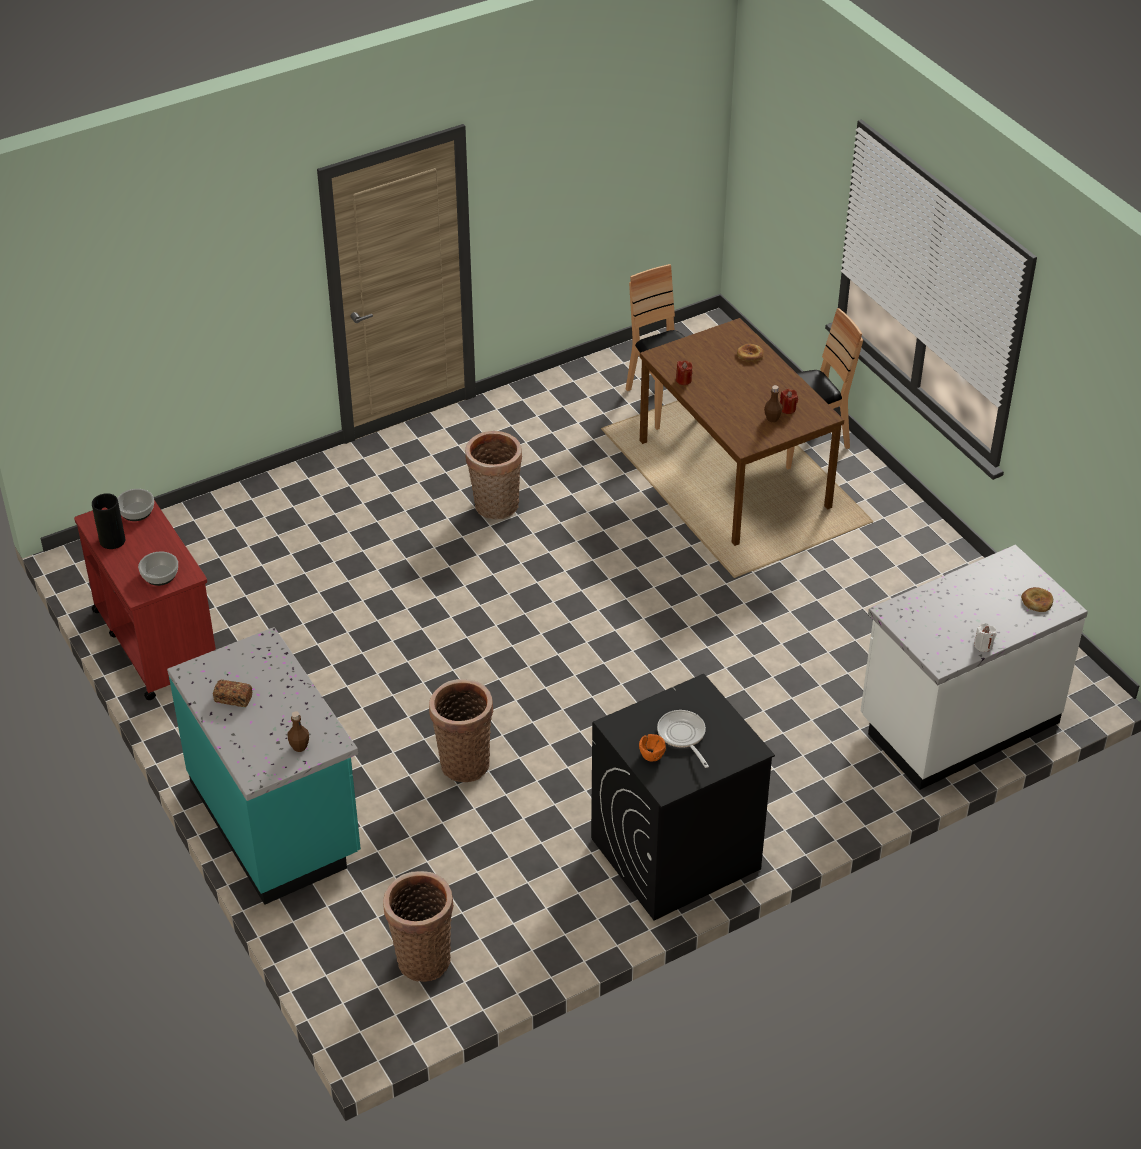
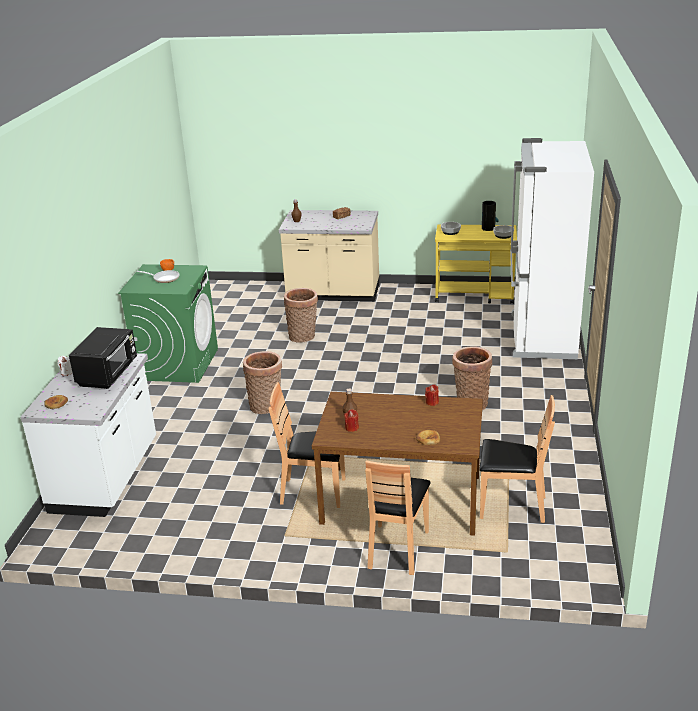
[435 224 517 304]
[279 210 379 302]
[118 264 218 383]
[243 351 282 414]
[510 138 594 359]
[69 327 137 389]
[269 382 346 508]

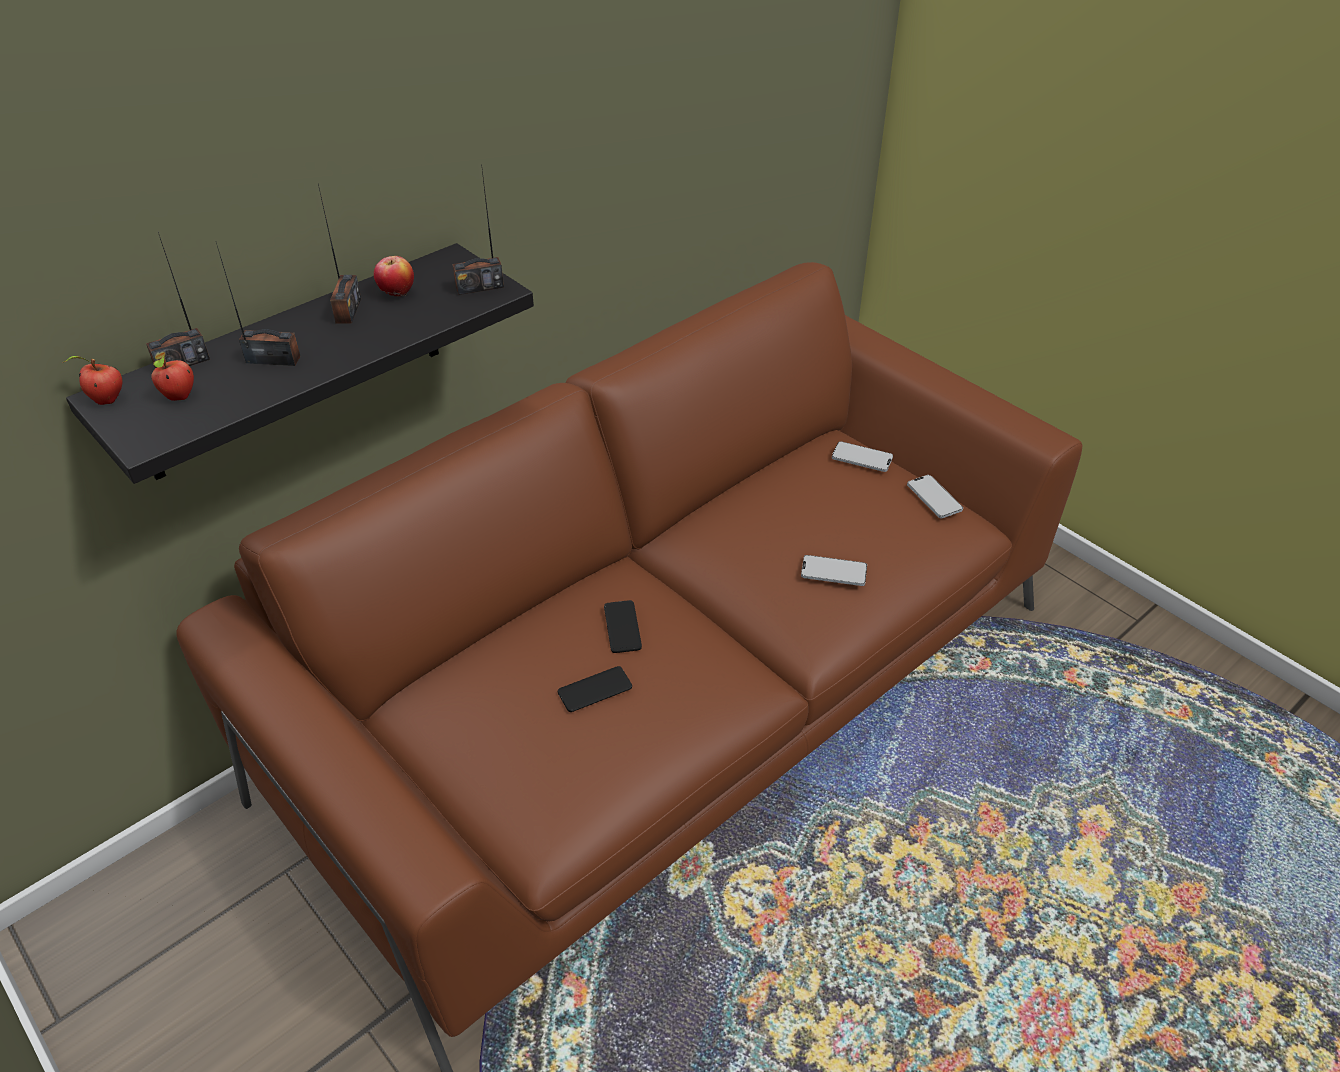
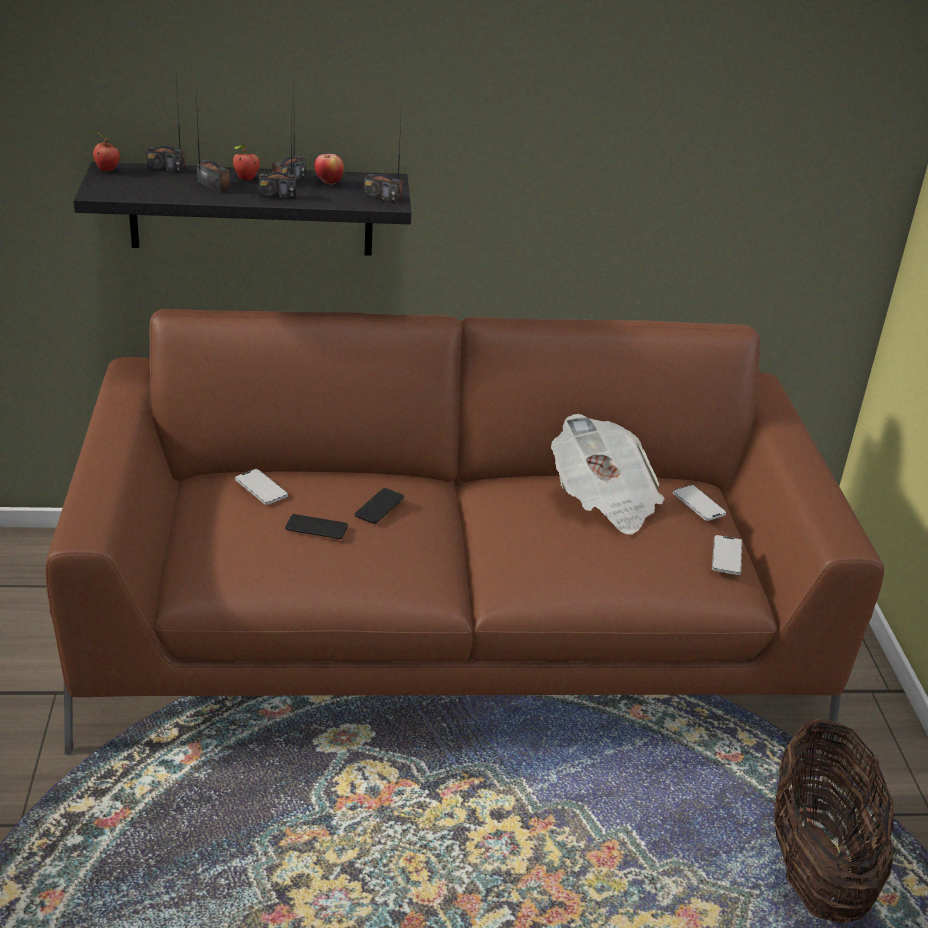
[233 145 260 181]
[235 469 288 505]
[259 105 296 199]
[551 414 665 535]
[774 719 894 924]

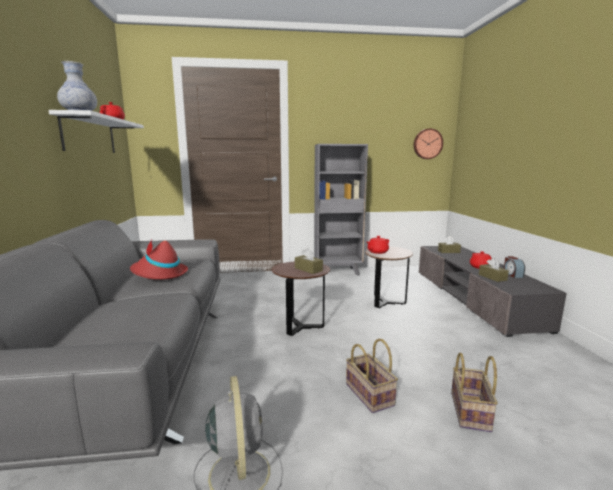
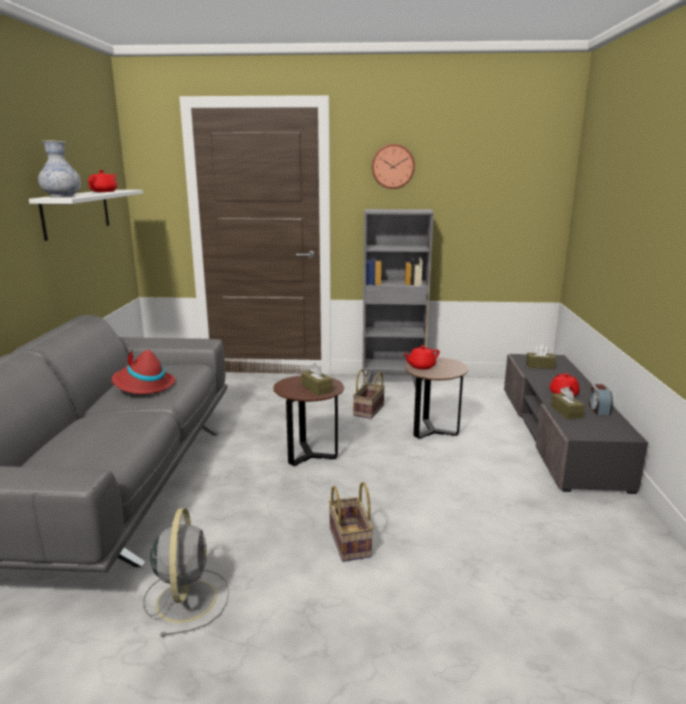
[372 144 415 189]
[353 369 385 419]

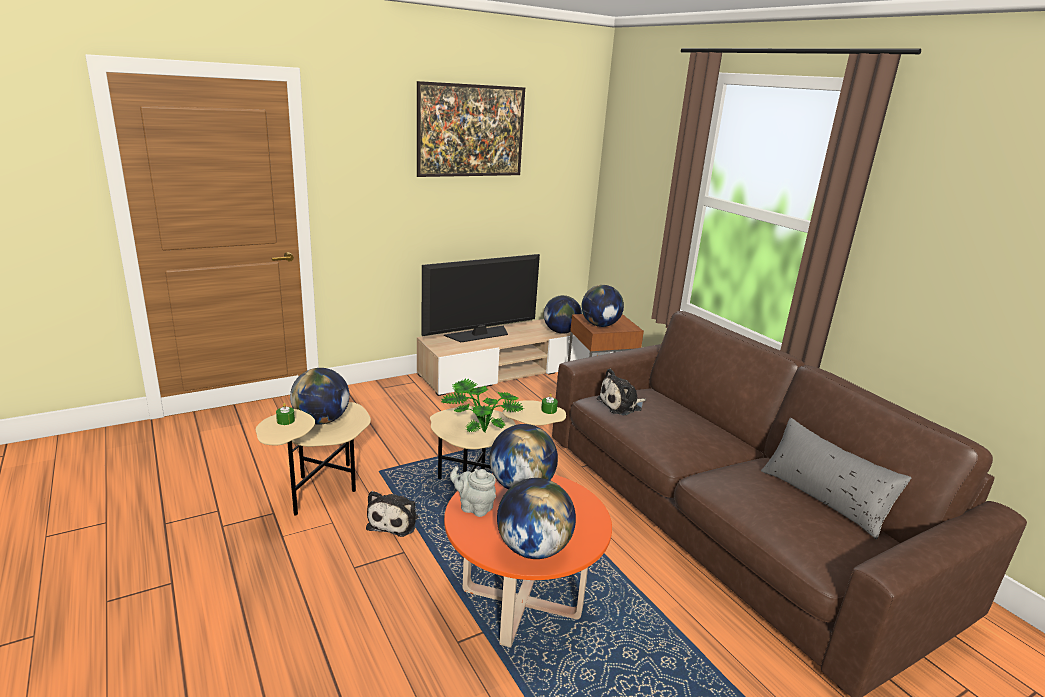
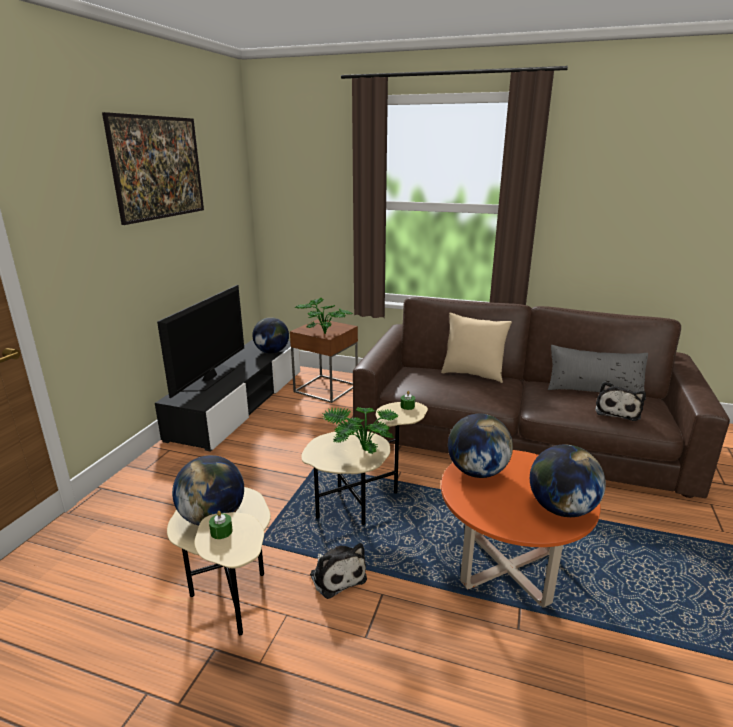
[294 298 353 333]
[155 340 300 452]
[595 381 646 421]
[450 466 496 517] (first image)
[441 313 512 383]

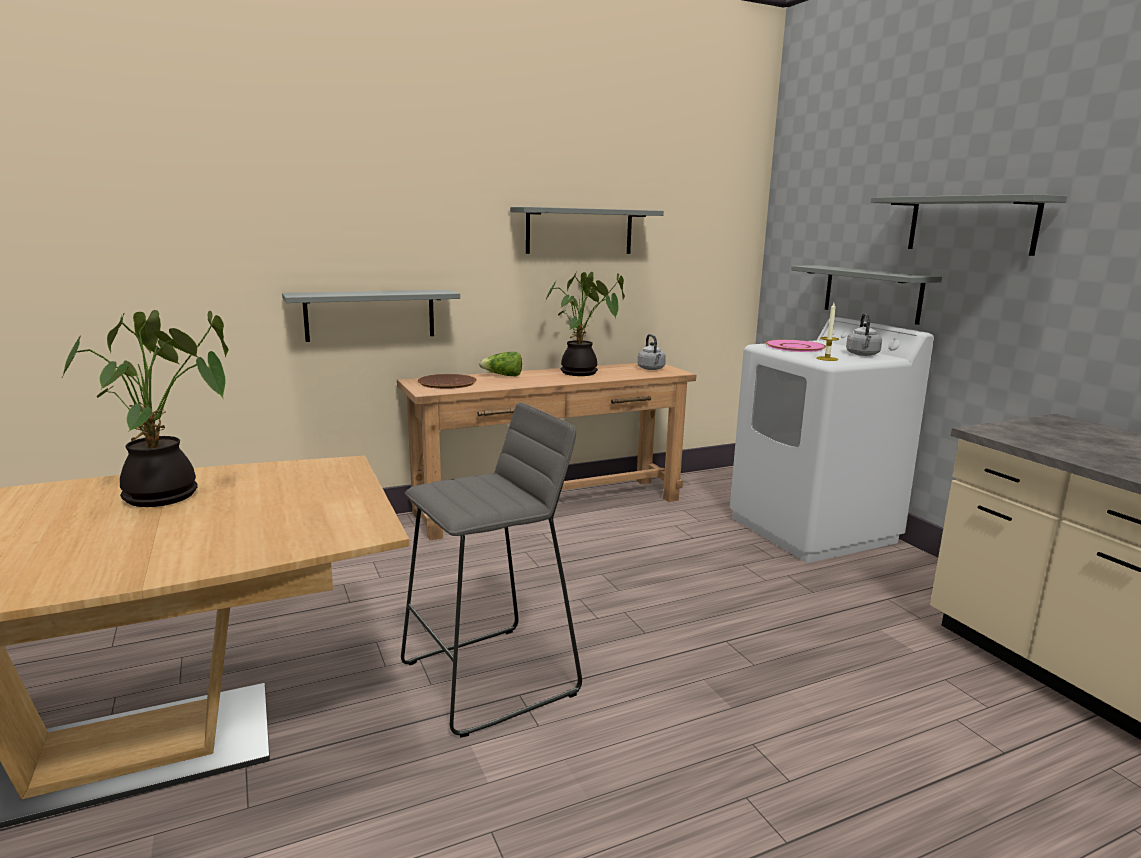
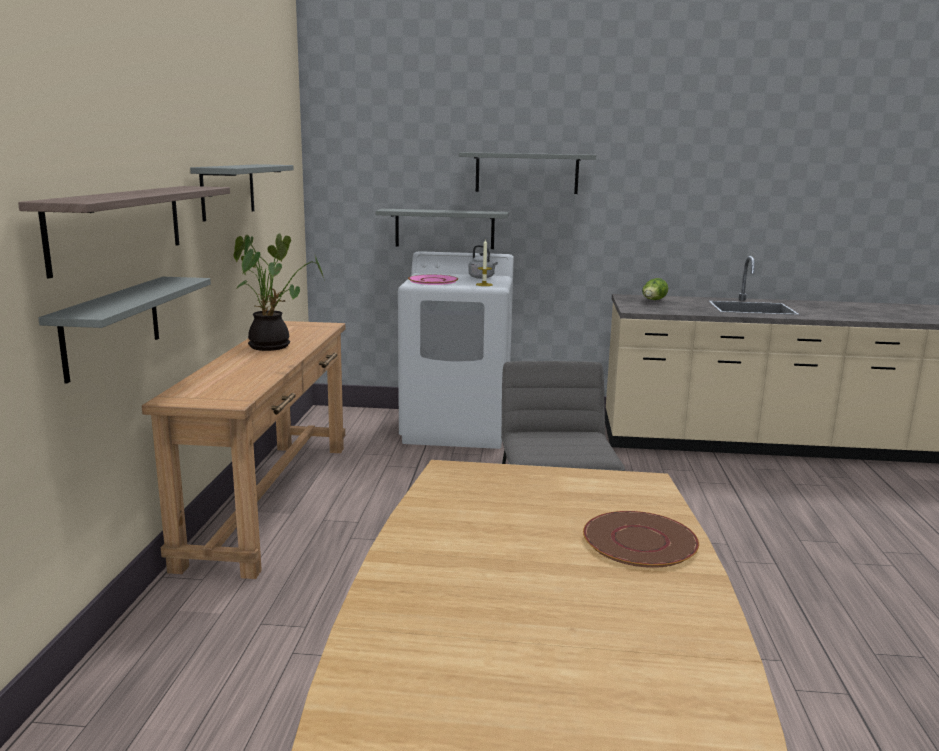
[61 310 229 507] (first image)
[638 334 666 370] (first image)
[642 278 668 300]
[583 511 699 568]
[18 186 230 278]

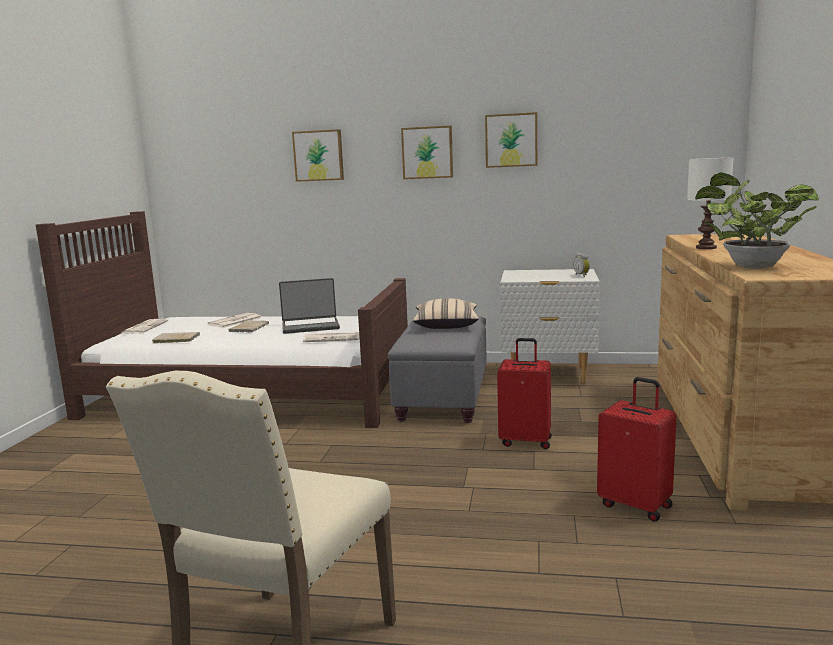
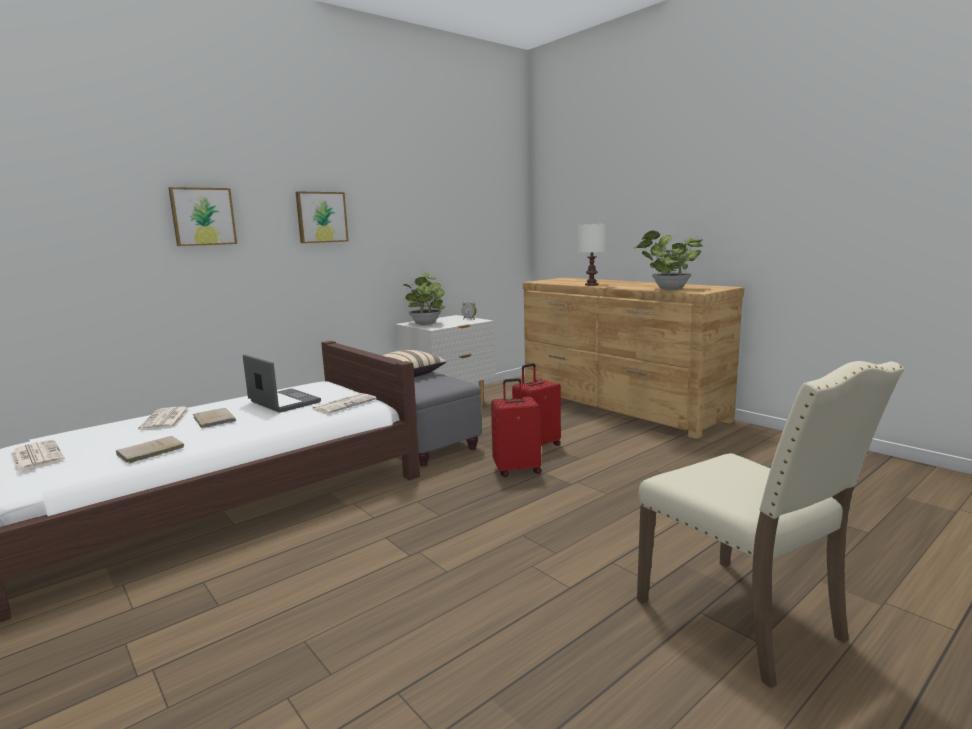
[485 112 537 168] (first image)
[243 355 321 413]
[491 378 542 477]
[403 272 445 325]

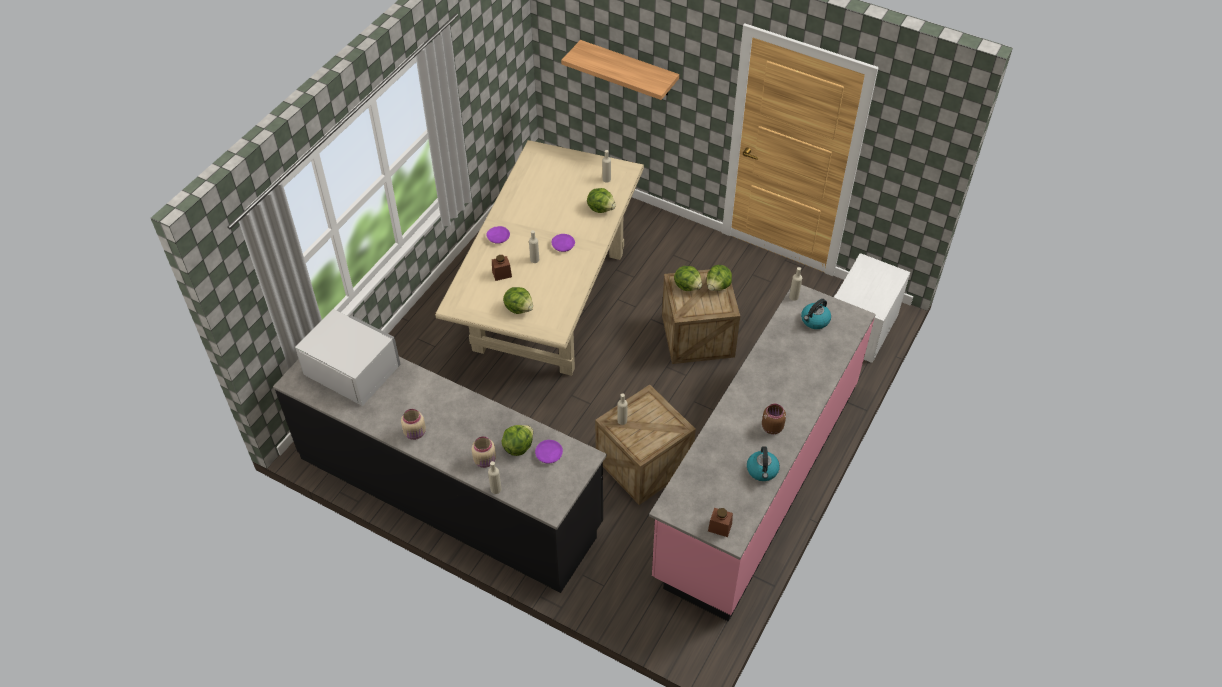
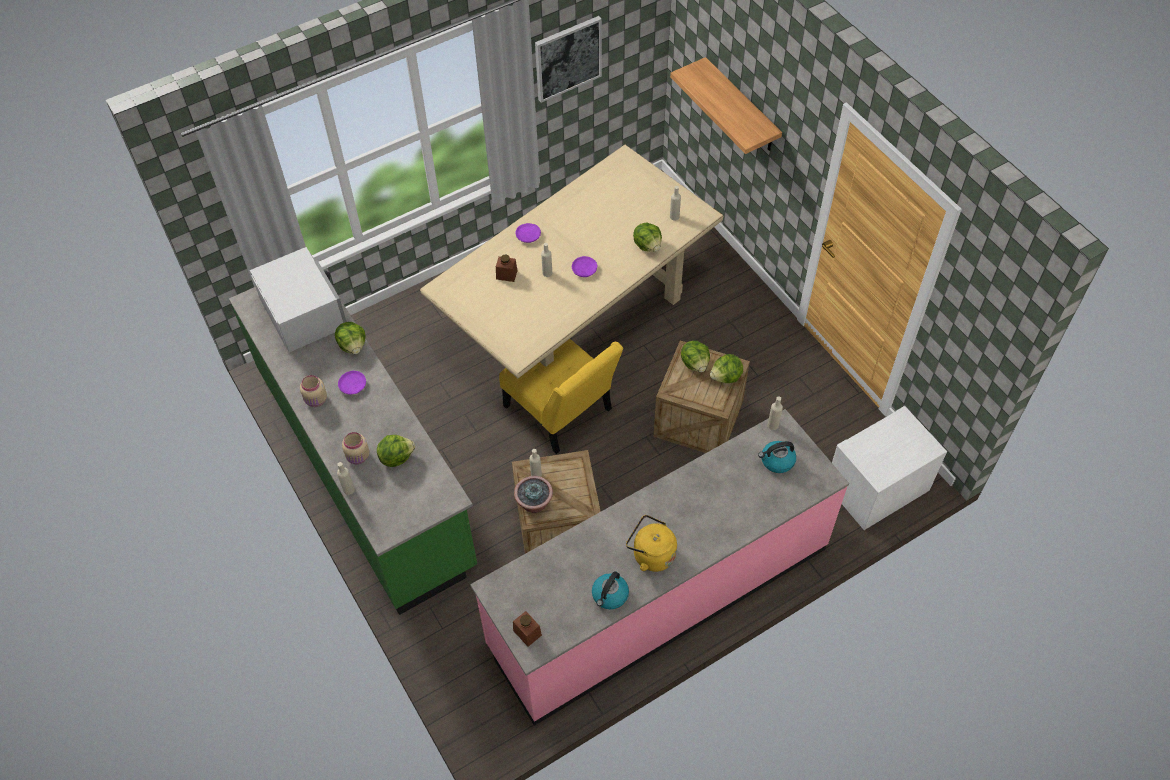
[335 322 365 354]
[229 287 477 615]
[626 515 677 572]
[338 371 366 395]
[535 16 602 103]
[499 339 623 454]
[514 476 553 513]

